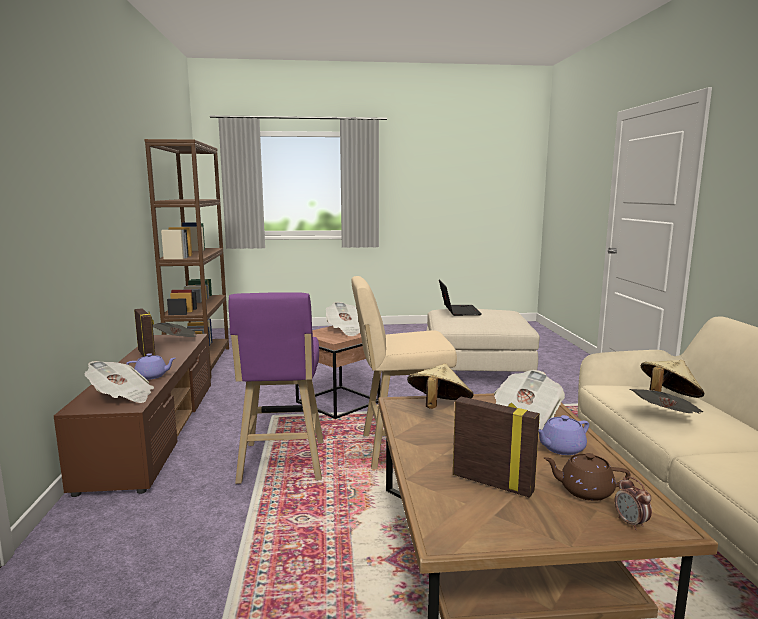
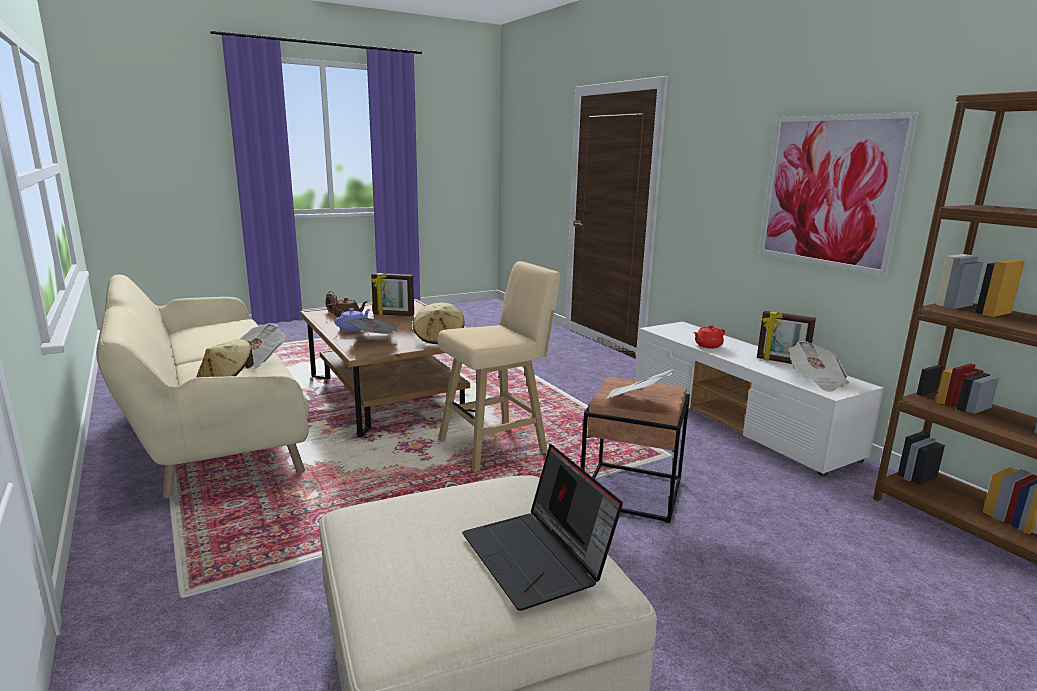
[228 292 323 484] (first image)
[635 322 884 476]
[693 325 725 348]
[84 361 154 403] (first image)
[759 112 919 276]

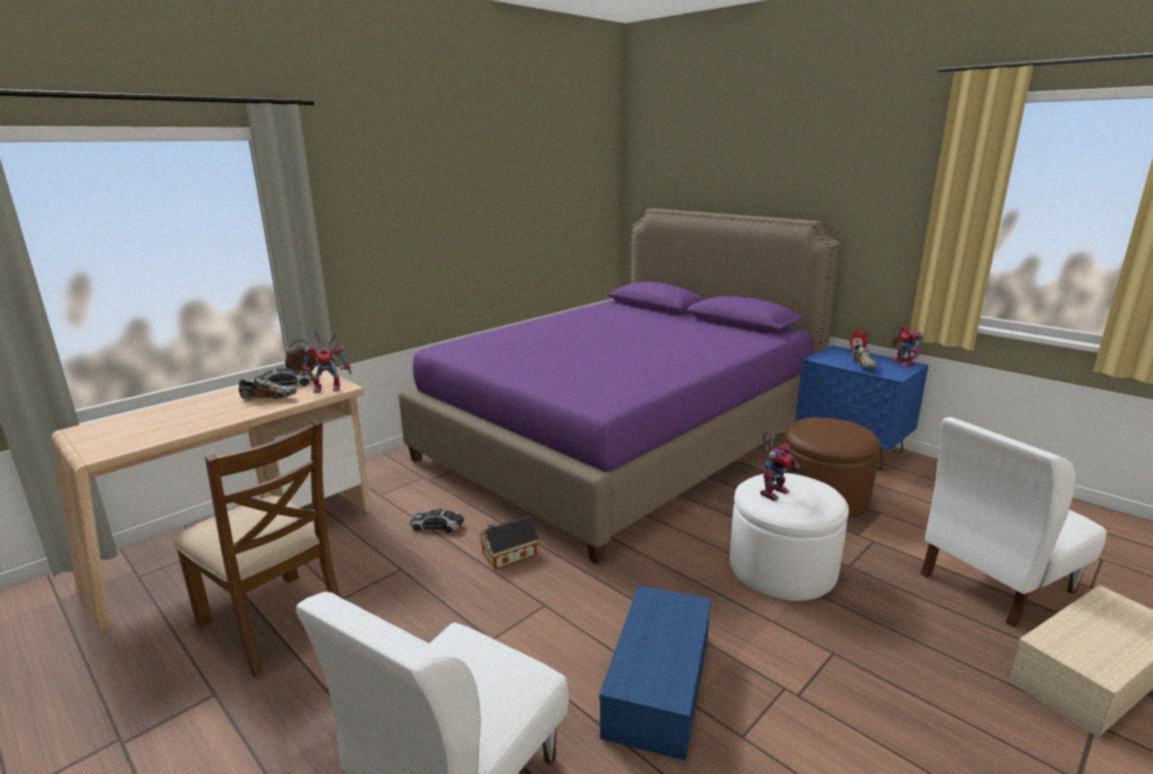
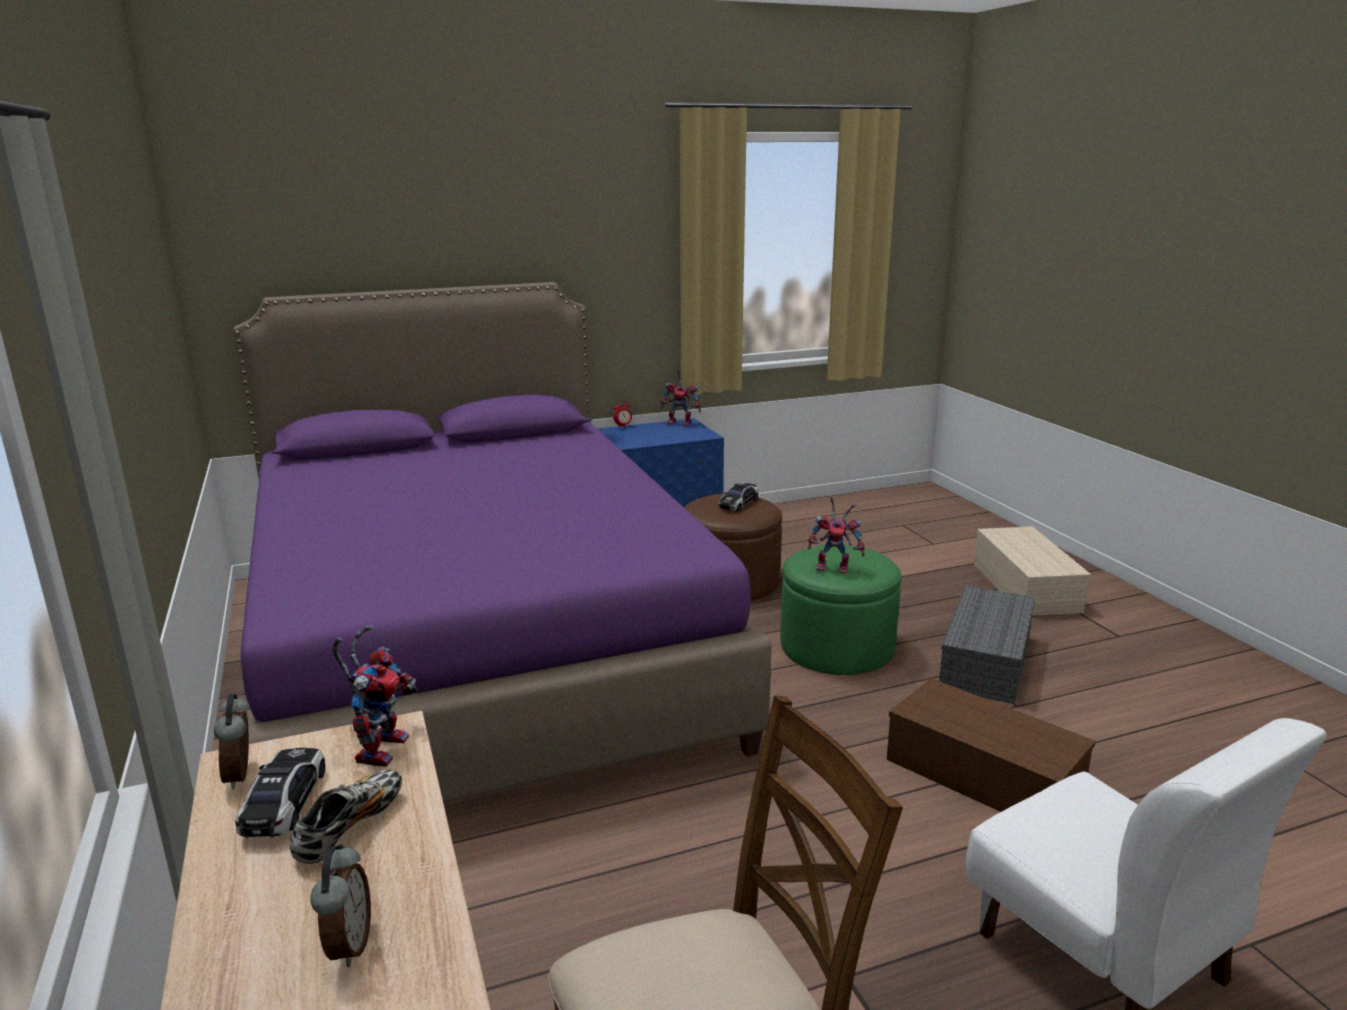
[853 345 877 369] (first image)
[920 417 1107 628] (first image)
[808 496 865 574]
[780 545 902 675]
[718 483 759 511]
[479 516 538 570] (first image)
[887 678 1096 812]
[939 585 1035 704]
[310 844 371 967]

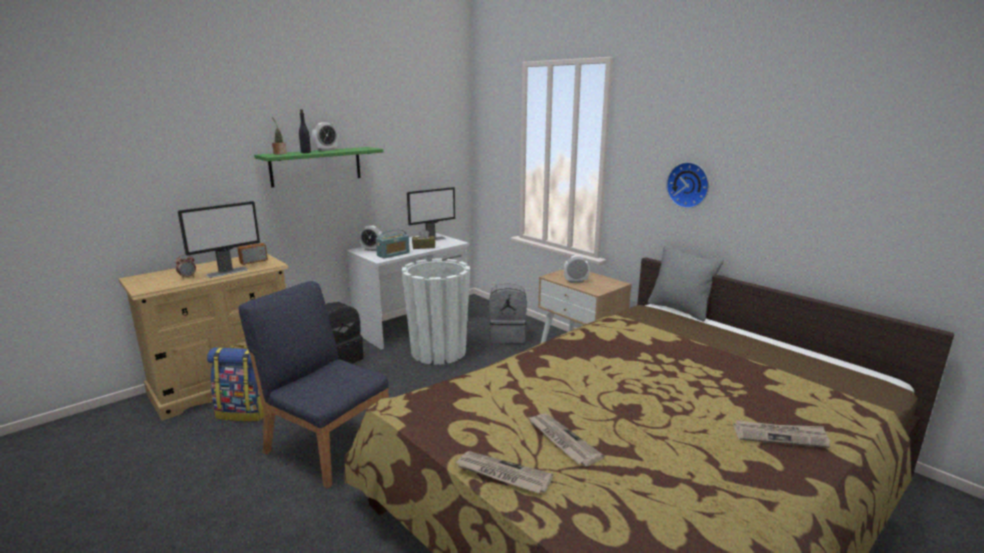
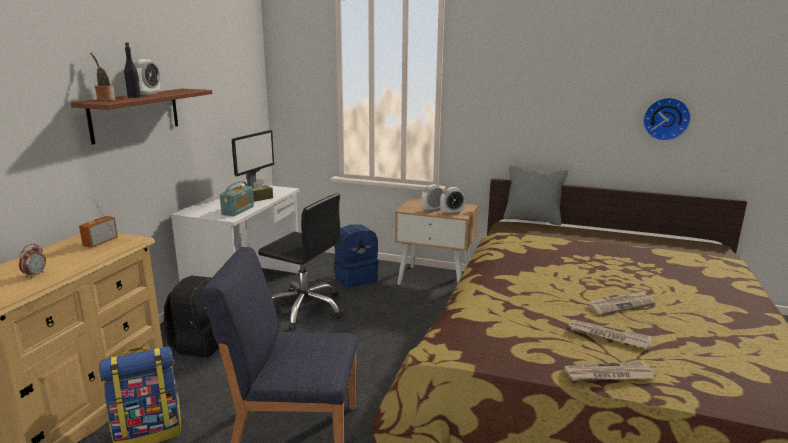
[71 89 213 145]
[643 97 691 141]
[178 201 260 278] (first image)
[440 187 465 215]
[258 193 343 330]
[334 224 379 288]
[587 290 655 315]

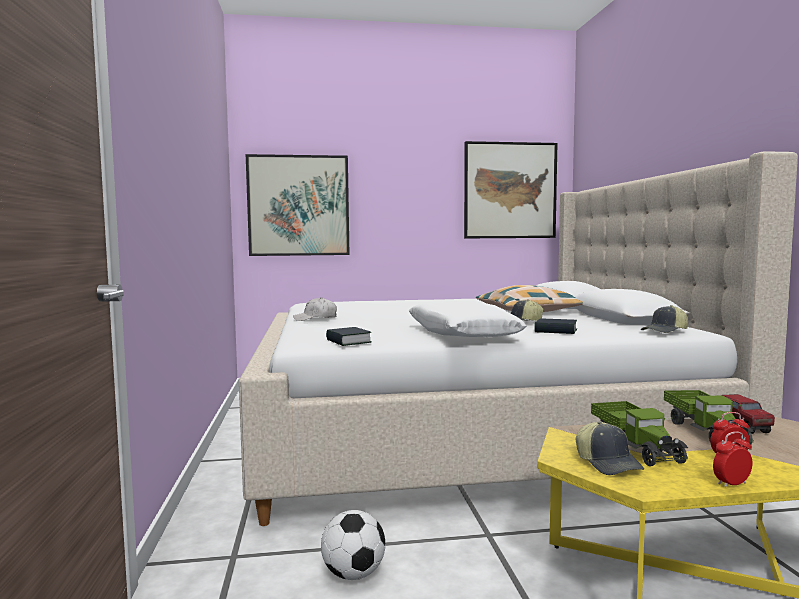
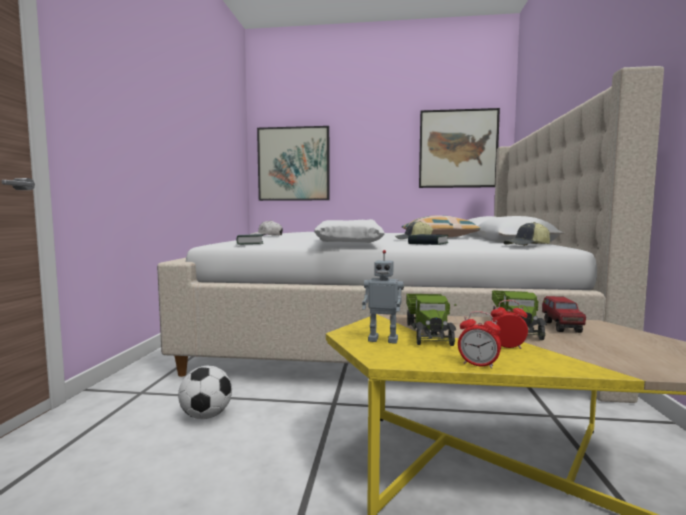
[362 250 404 344]
[458 311 501 369]

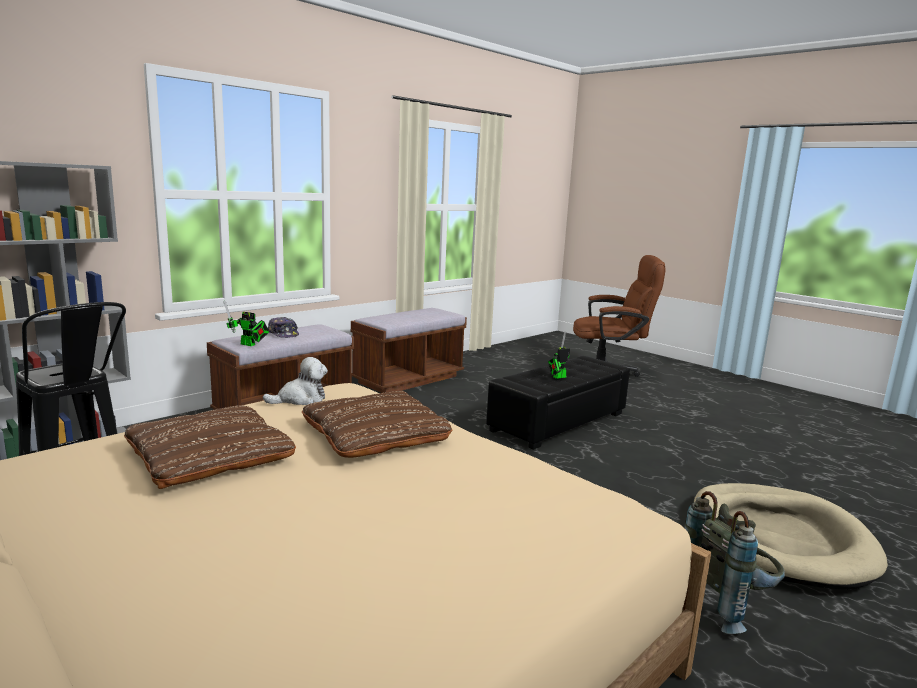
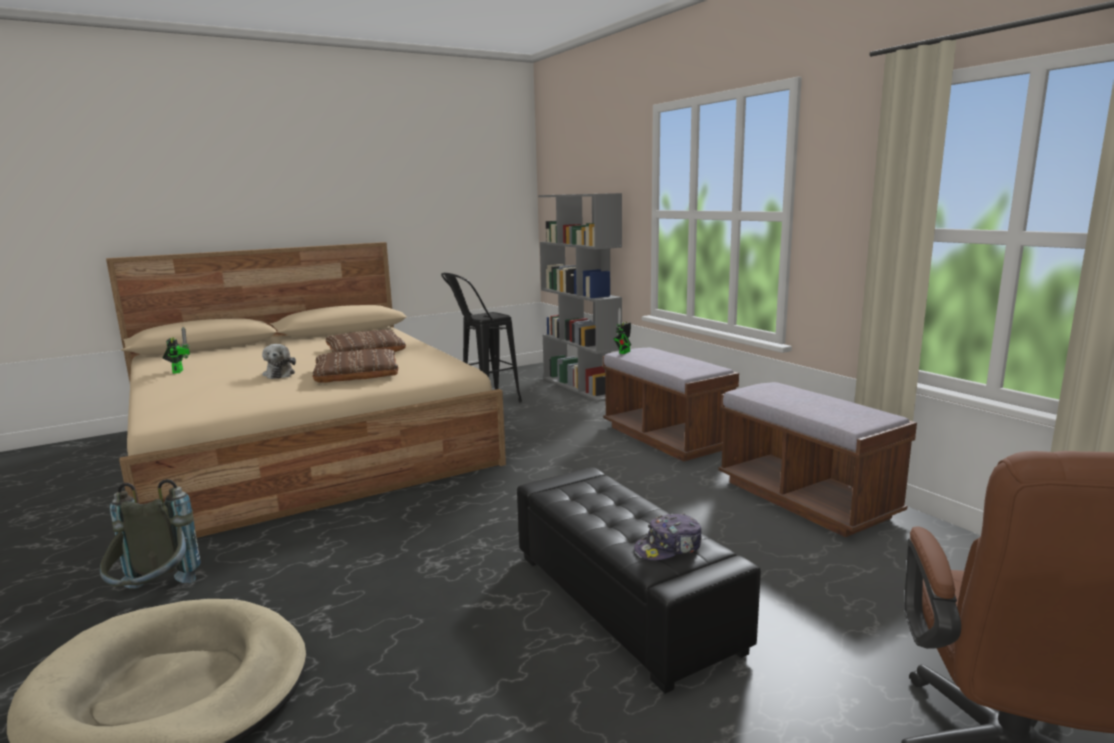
[634 514 702 560]
[162 327 190 374]
[262 344 296 379]

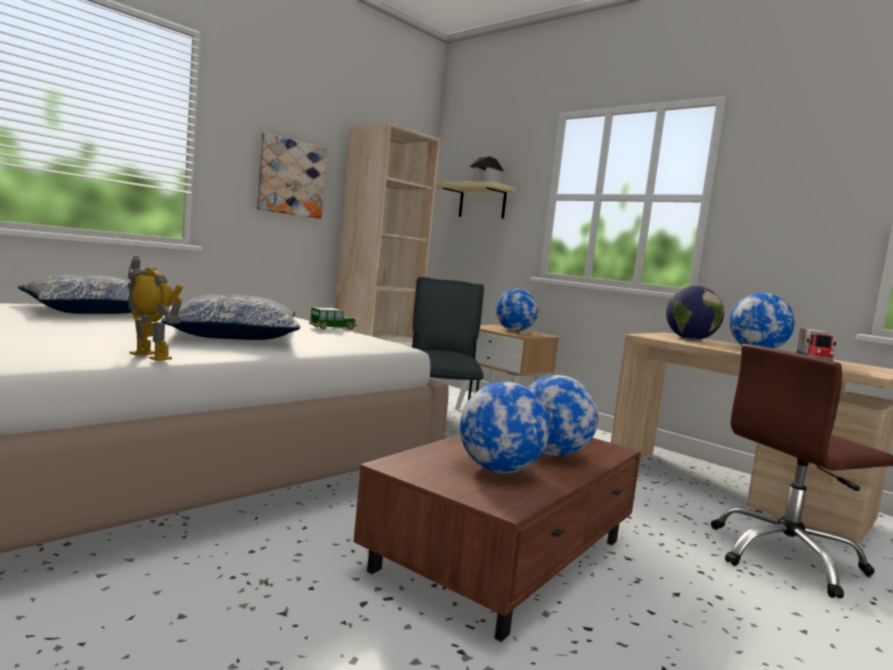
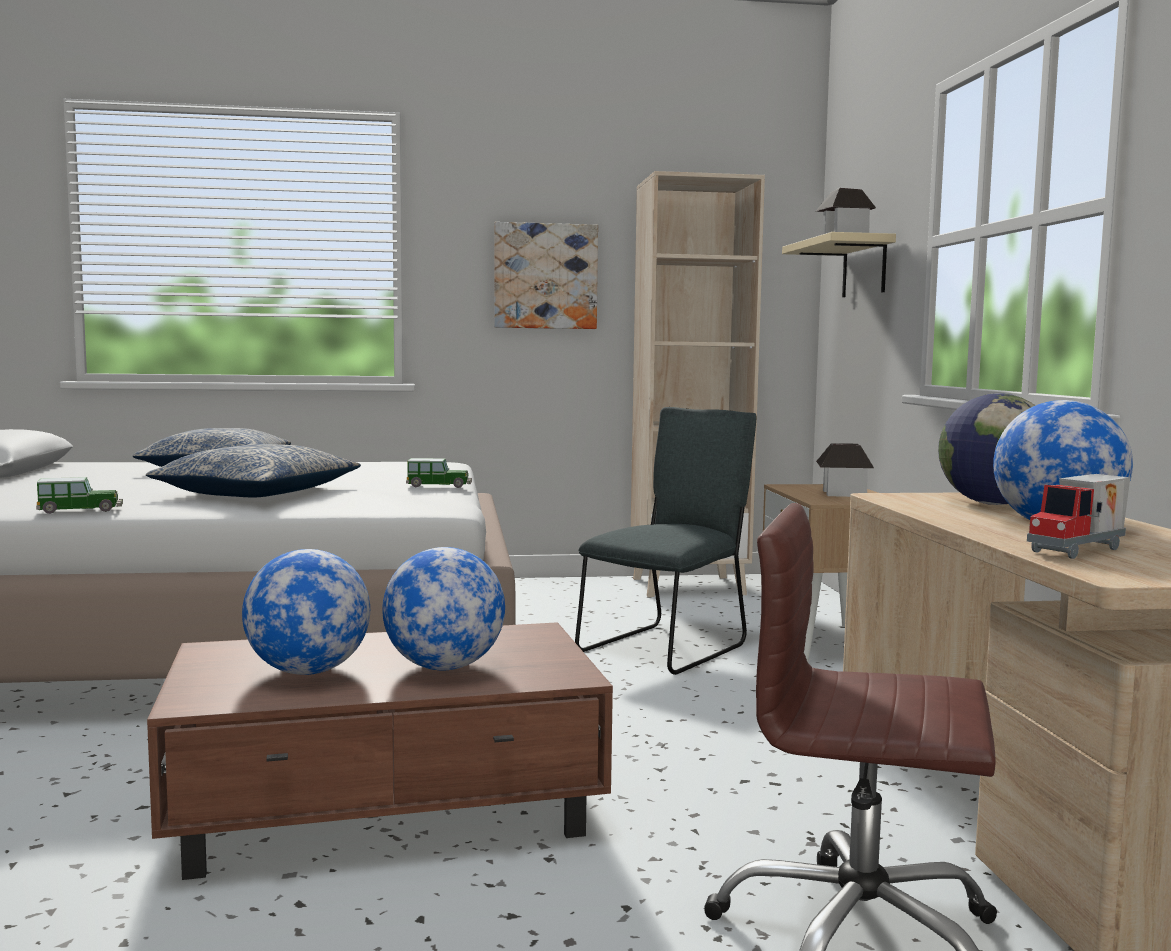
[36 477 123 514]
[816 443 874 497]

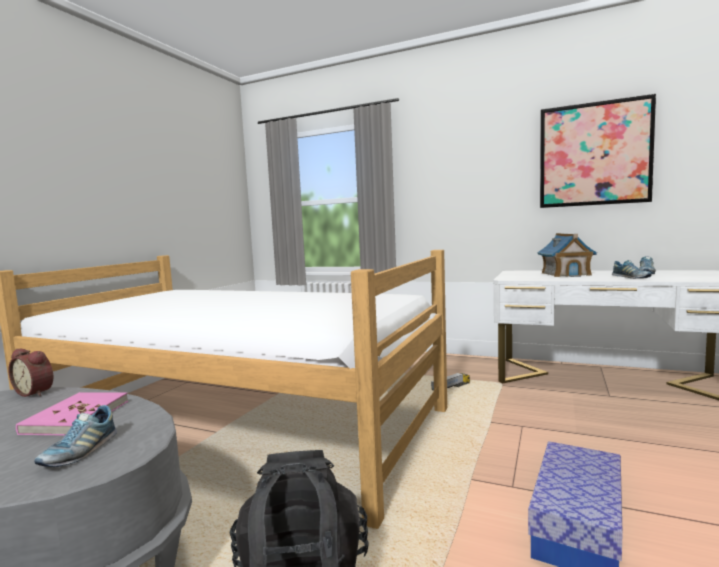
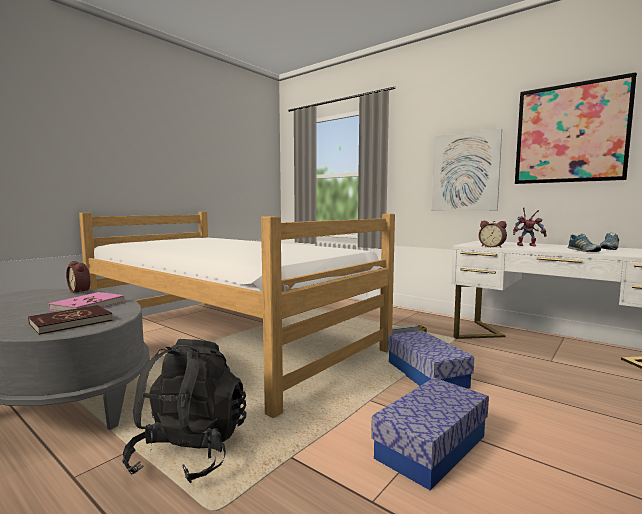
[513 208 547 246]
[28 305 113 335]
[432 128 502 211]
[479 221 507 248]
[387 331 474 389]

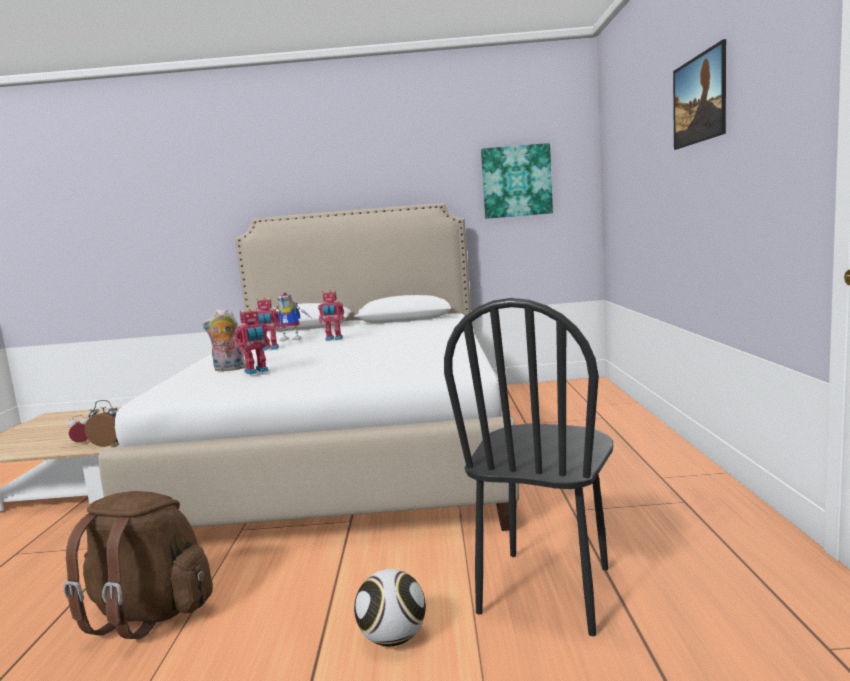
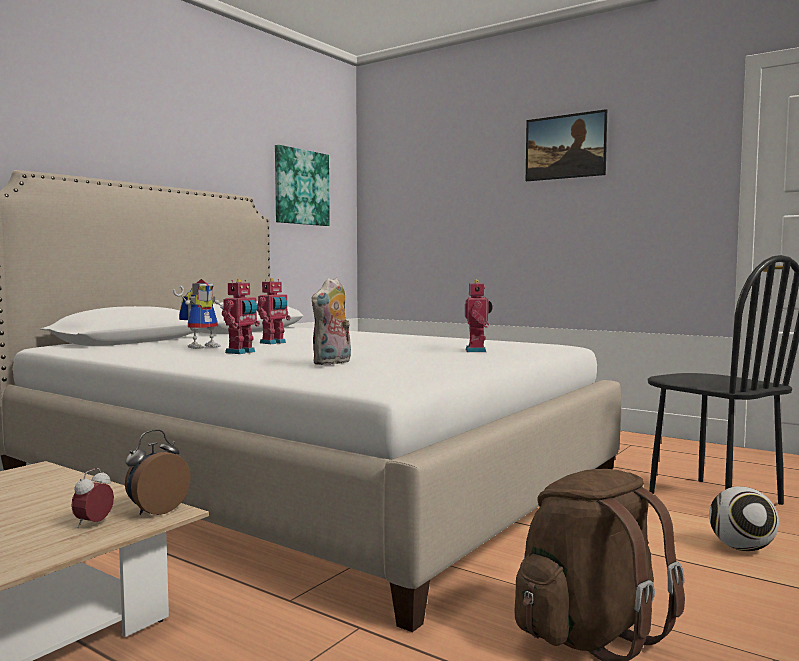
[465 279 492 352]

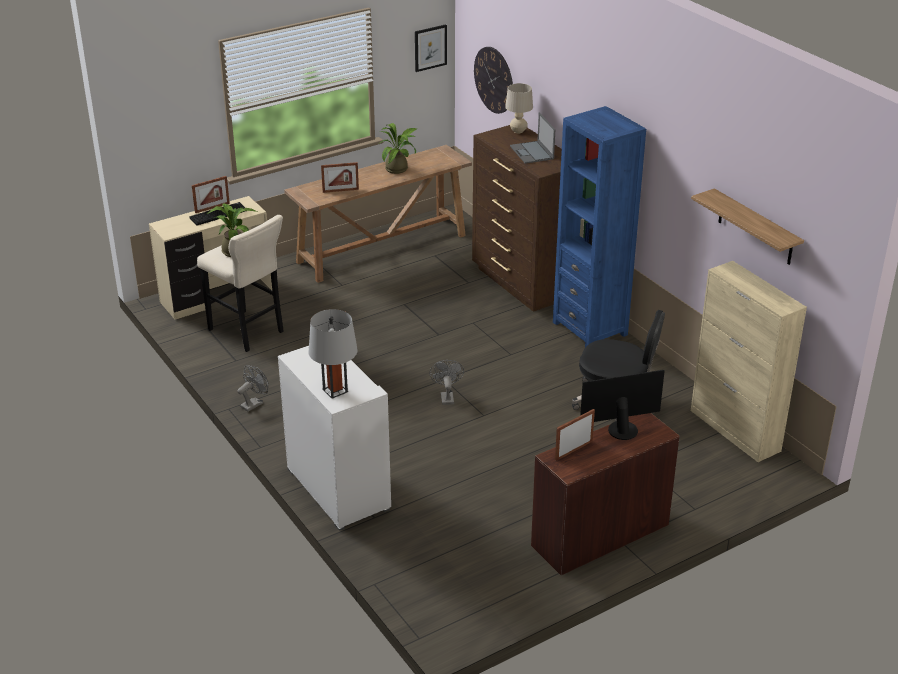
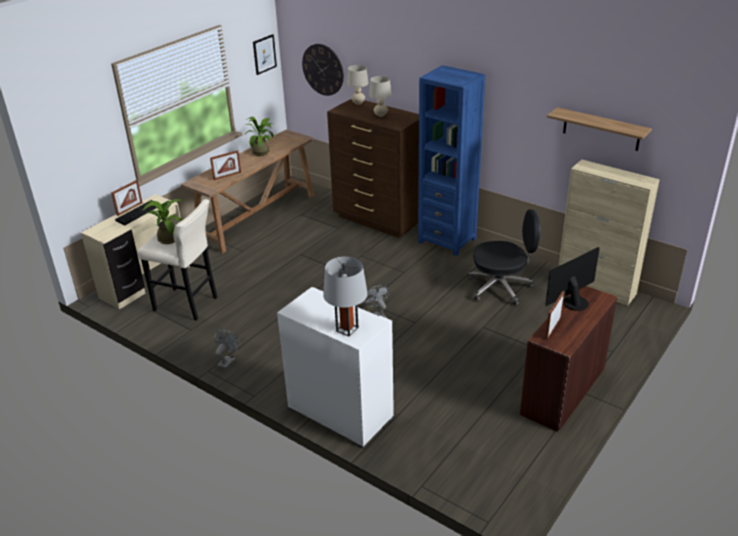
[369 76 392 117]

